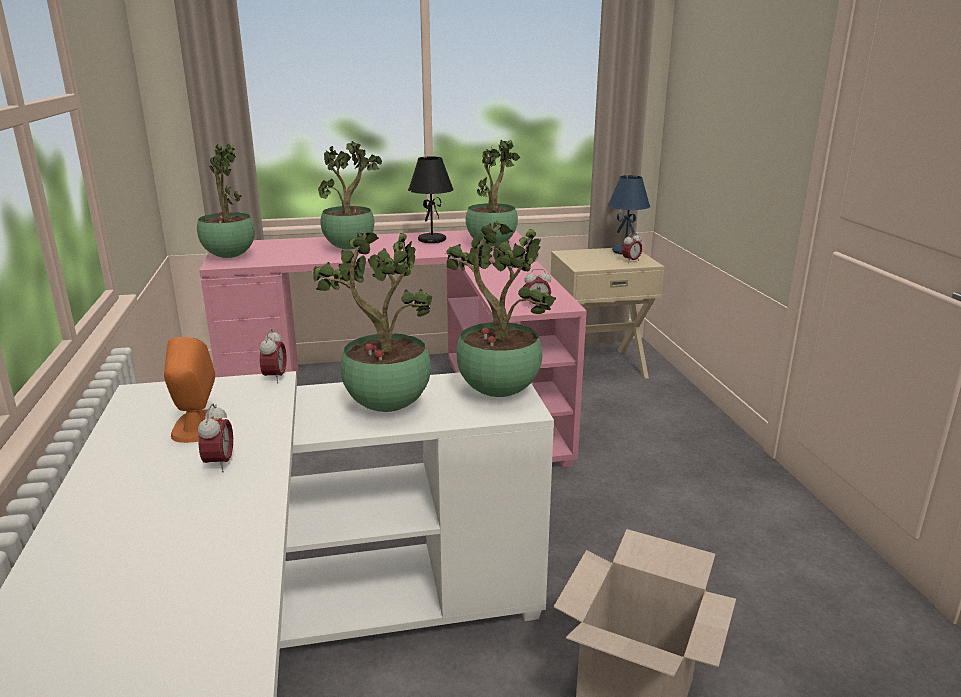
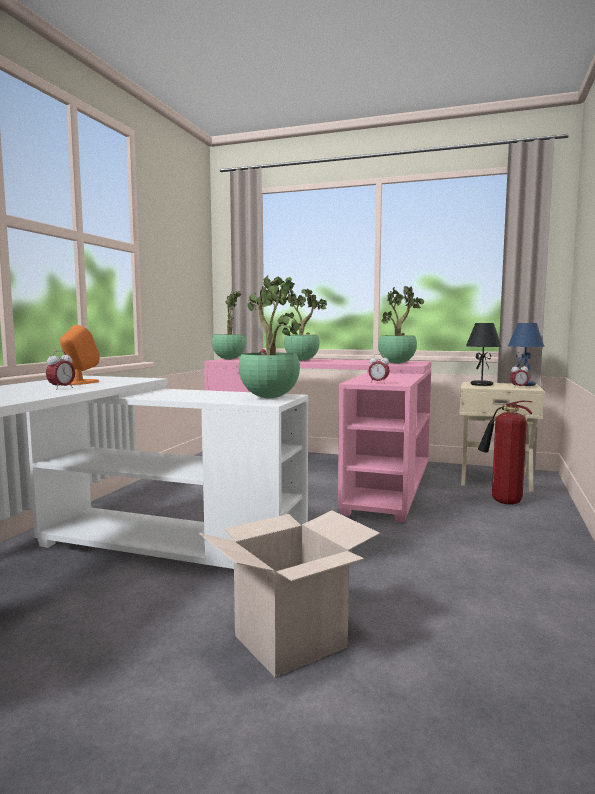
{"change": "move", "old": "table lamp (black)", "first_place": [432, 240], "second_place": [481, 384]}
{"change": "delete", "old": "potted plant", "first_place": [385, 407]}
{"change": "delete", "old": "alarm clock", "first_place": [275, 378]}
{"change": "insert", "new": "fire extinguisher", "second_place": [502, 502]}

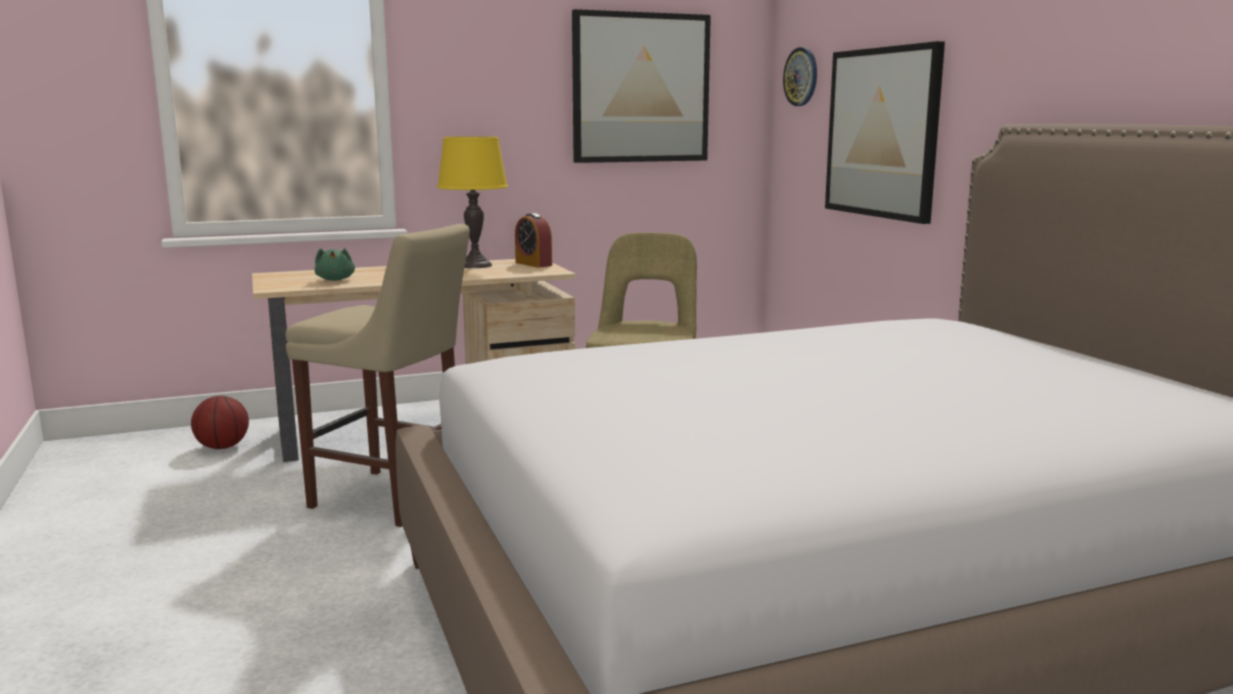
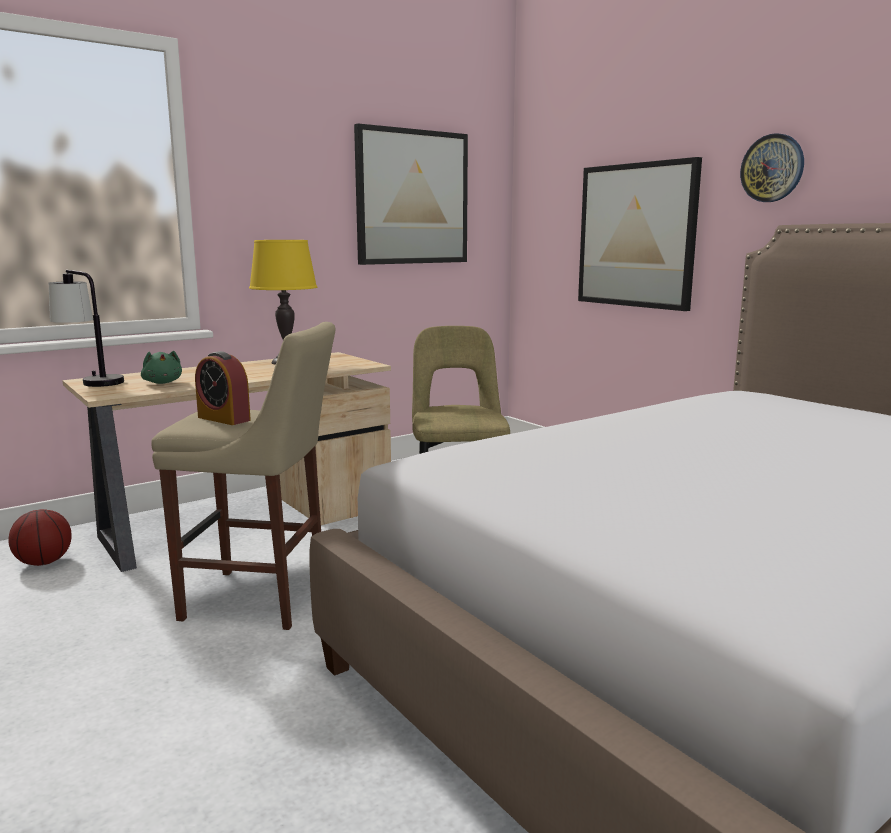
{"change": "move", "old": "wall clock", "first_place": [801, 77], "second_place": [772, 168]}
{"change": "move", "old": "alarm clock", "first_place": [533, 264], "second_place": [224, 419]}
{"change": "insert", "new": "table lamp", "second_place": [90, 381]}

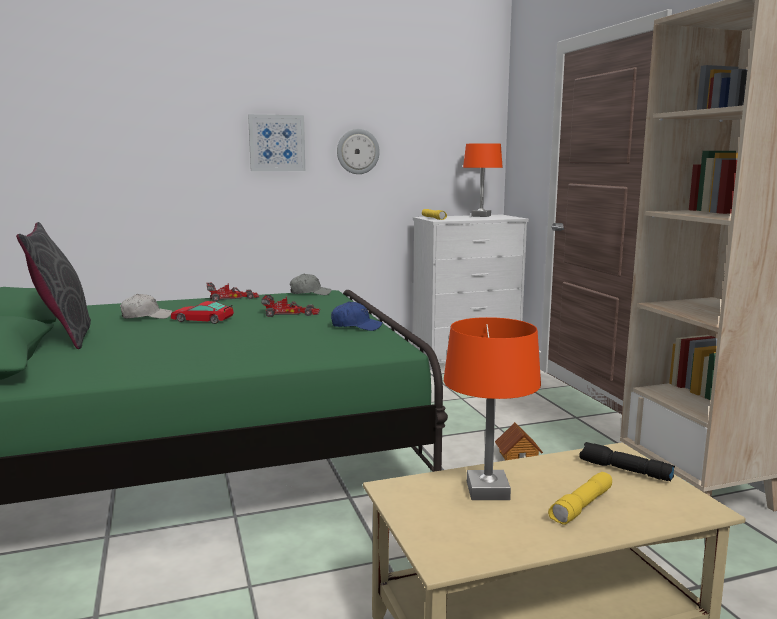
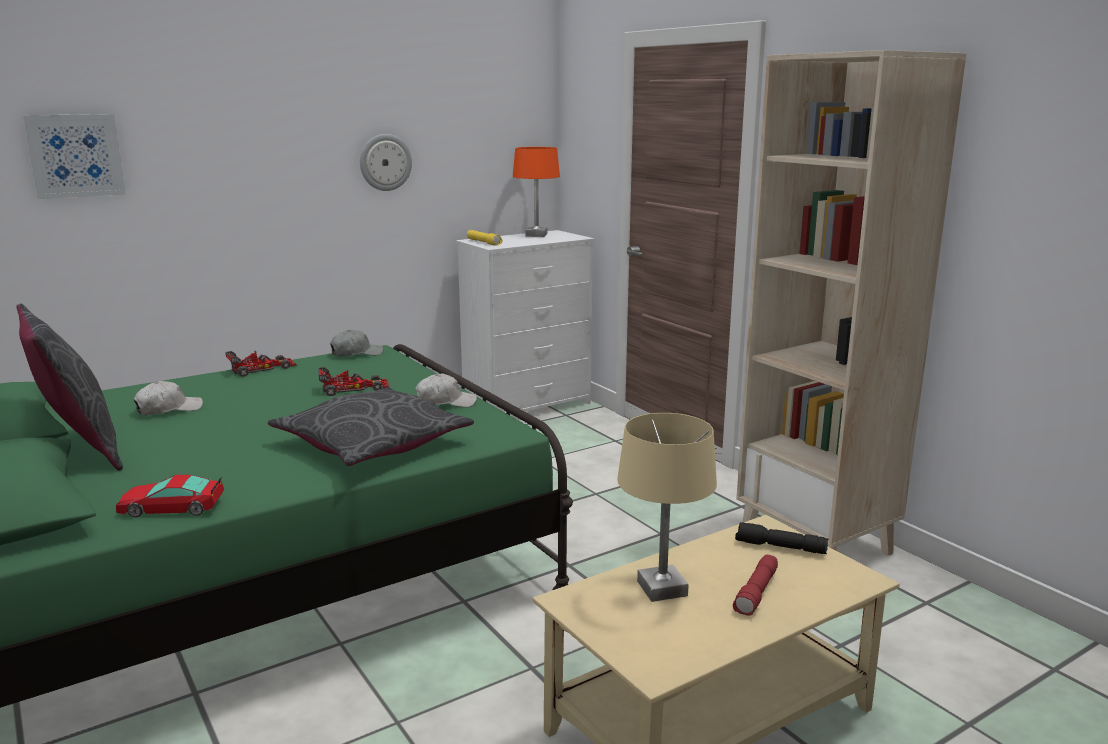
{"change": "move", "old": "picture", "first_place": [277, 143], "second_place": [75, 156]}
{"change": "move", "old": "toy car", "first_place": [203, 320], "second_place": [172, 507]}
{"change": "recolor", "old": "cap (blue)", "new": "cap (white)", "first_place": [356, 326], "second_place": [445, 402]}
{"change": "recolor", "old": "table lamp (orange)", "new": "table lamp (beige)", "first_place": [488, 491], "second_place": [662, 589]}
{"change": "delete", "old": "toy house", "first_place": [518, 456]}
{"change": "recolor", "old": "flashlight (yellow)", "new": "flashlight (red)", "first_place": [582, 507], "second_place": [757, 593]}
{"change": "insert", "new": "pillow (grey)", "second_place": [372, 443]}

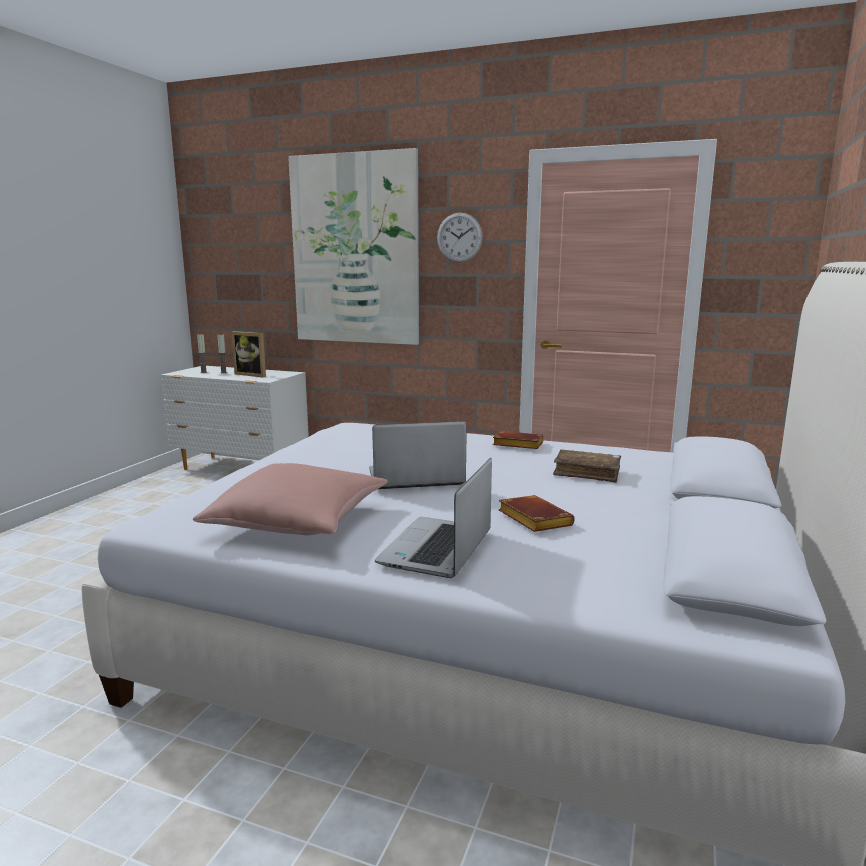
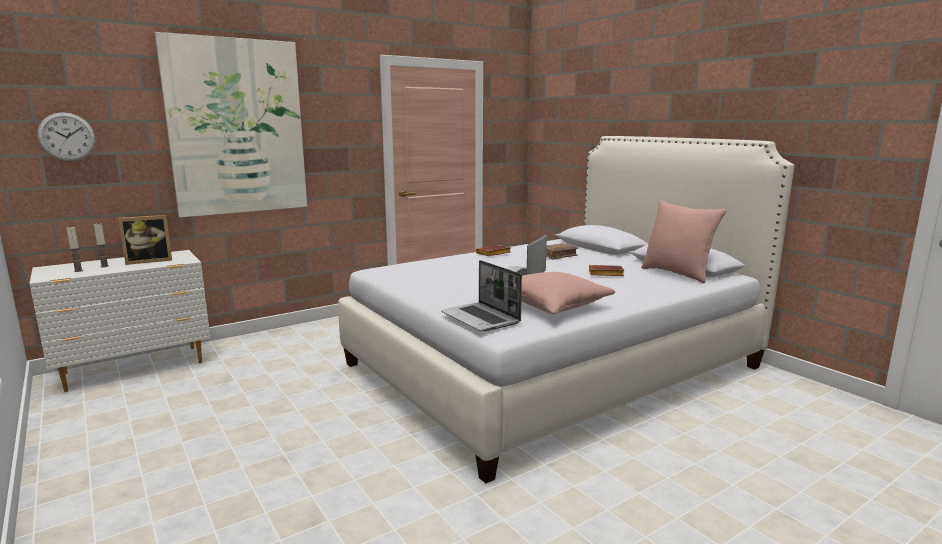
{"change": "move", "old": "wall clock", "first_place": [459, 237], "second_place": [67, 137]}
{"change": "move", "old": "laptop", "first_place": [437, 550], "second_place": [481, 318]}
{"change": "insert", "new": "pillow (pink)", "second_place": [677, 274]}

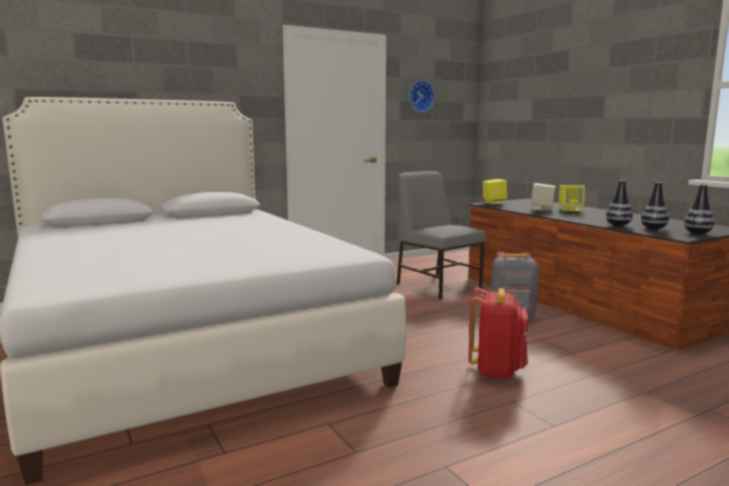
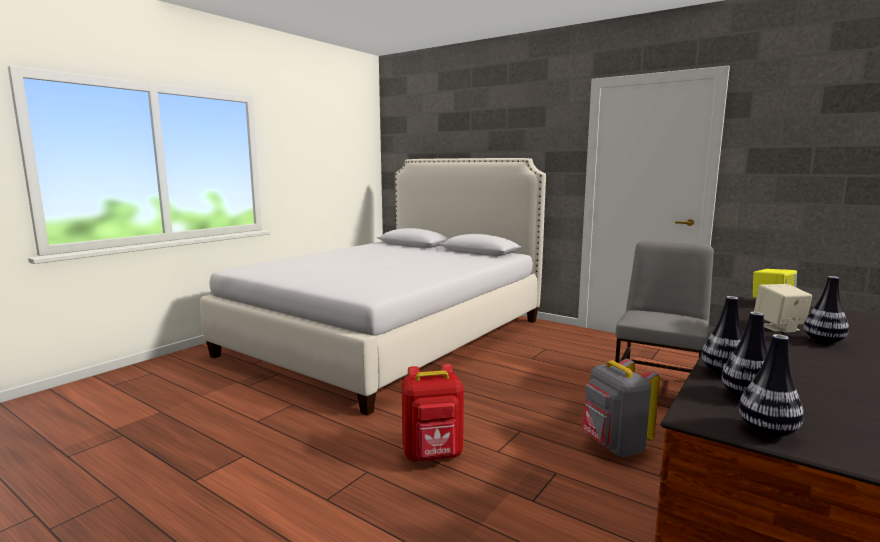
{"change": "delete", "old": "wall clock", "first_place": [420, 96]}
{"change": "replace", "old": "speaker (yellow)", "new": "vase", "first_place": [570, 210], "second_place": [823, 342]}

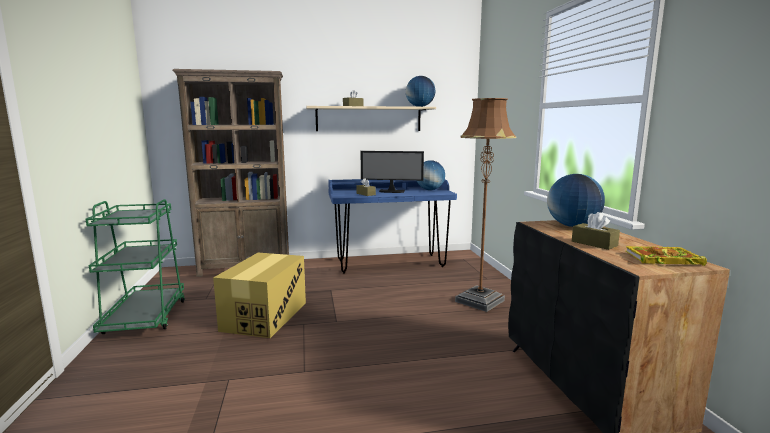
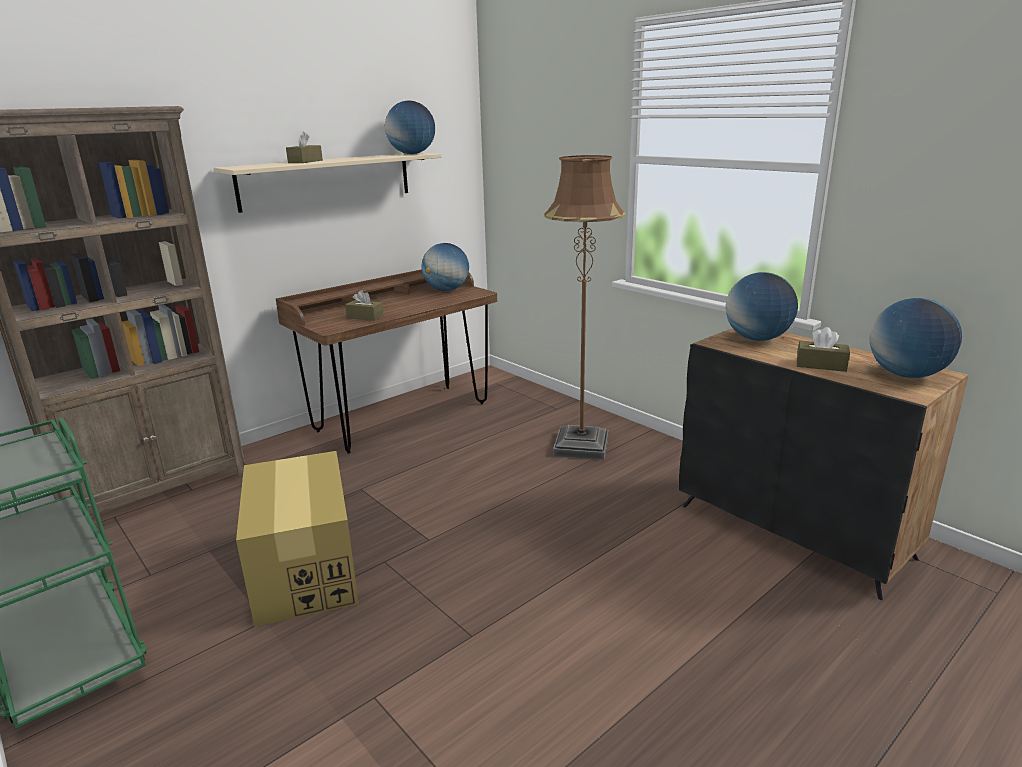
{"change": "delete", "old": "monitor", "first_place": [391, 191]}
{"change": "recolor", "old": "desk (blue)", "new": "desk (brown)", "first_place": [390, 263], "second_place": [402, 417]}
{"change": "replace", "old": "book", "new": "globe", "first_place": [661, 259], "second_place": [906, 375]}

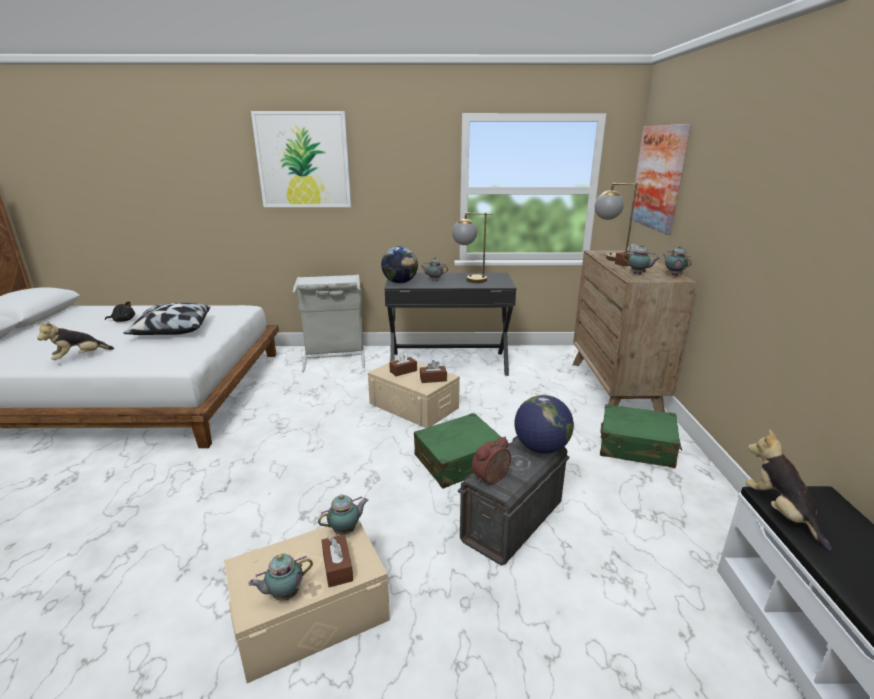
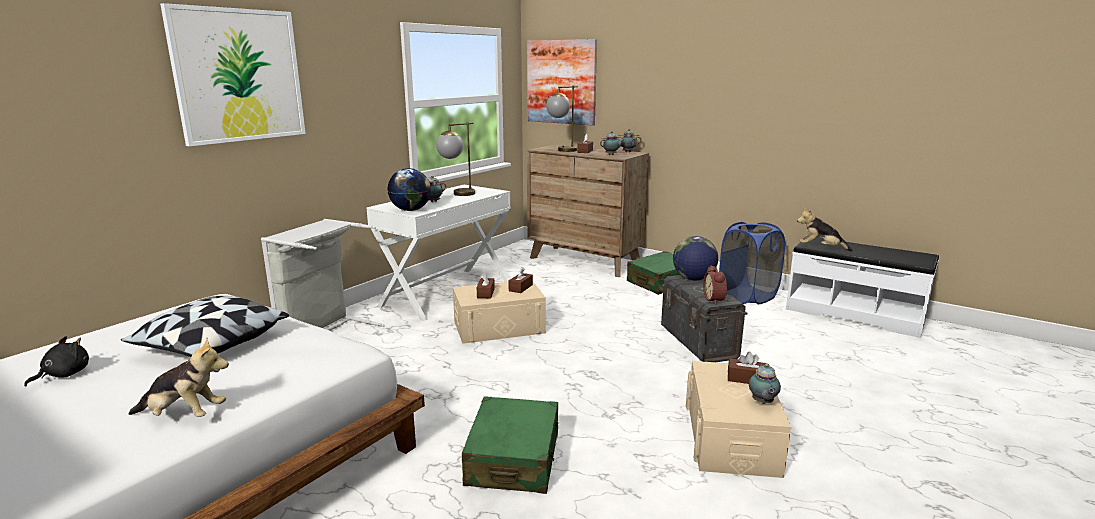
{"change": "recolor", "old": "desk (black)", "new": "desk (white)", "first_place": [448, 363], "second_place": [446, 292]}
{"change": "rotate", "old": "plush toy", "first_place": [79, 358], "second_place": [184, 415], "degrees": -75}
{"change": "move", "old": "suitcase (green)", "first_place": [459, 461], "second_place": [513, 459]}
{"change": "delete", "old": "teapot", "first_place": [346, 530]}
{"change": "insert", "new": "laundry basket (blue)", "second_place": [747, 296]}

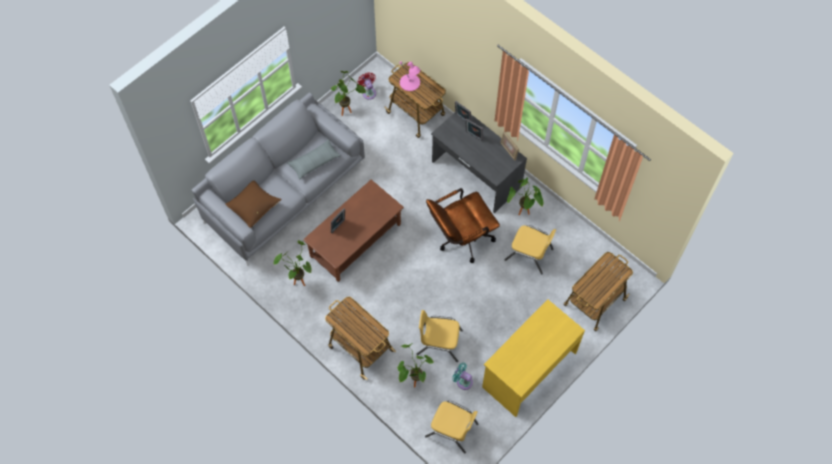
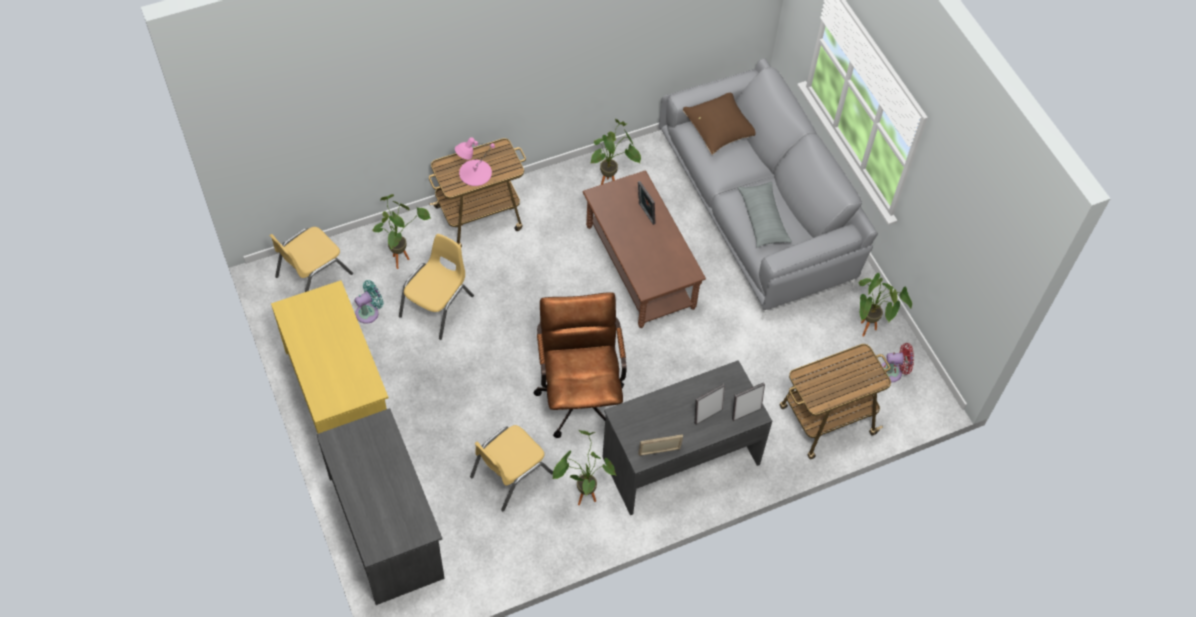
{"change": "move", "old": "table lamp (pink)", "first_place": [410, 83], "second_place": [474, 173]}
{"change": "replace", "old": "cart", "new": "desk (grey)", "first_place": [594, 303], "second_place": [387, 526]}

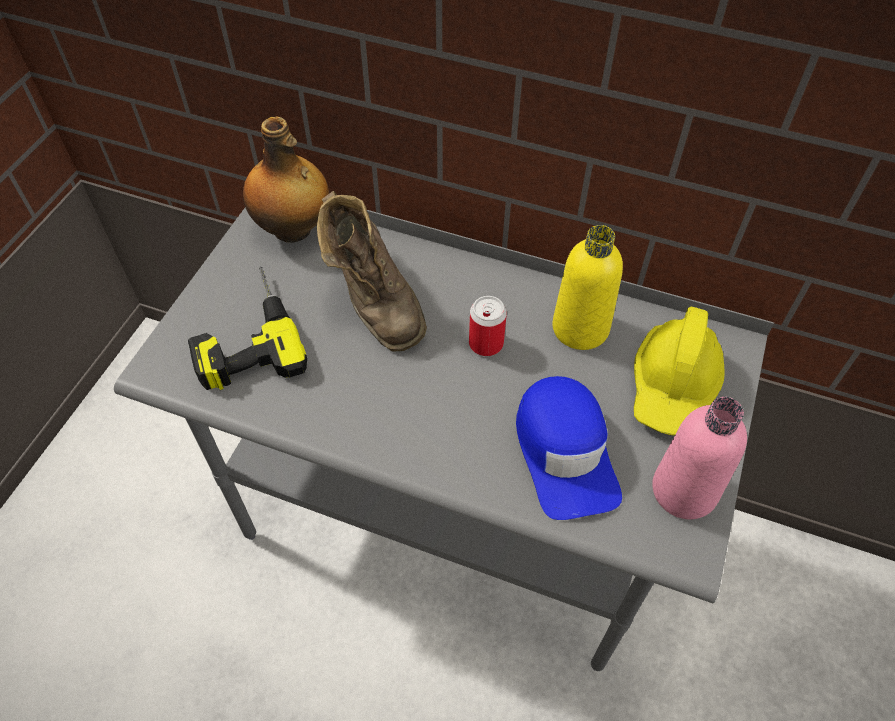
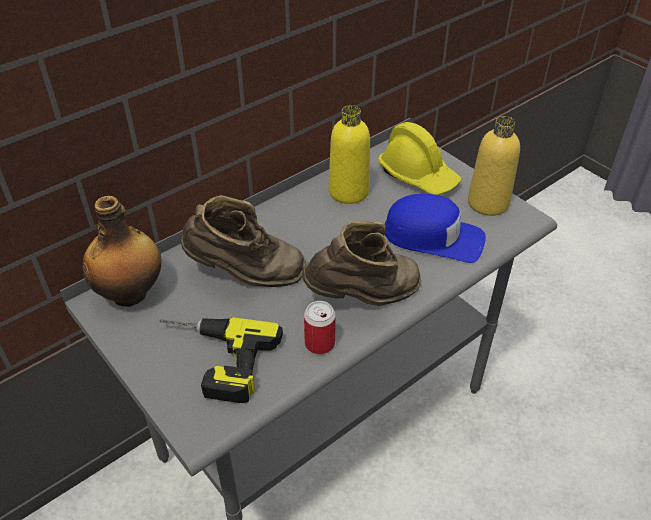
{"change": "move", "old": "can", "first_place": [486, 343], "second_place": [319, 343]}
{"change": "recolor", "old": "bottle (pink)", "new": "bottle (yellow)", "first_place": [684, 490], "second_place": [488, 203]}
{"change": "insert", "new": "boot (brown)", "second_place": [364, 298]}

